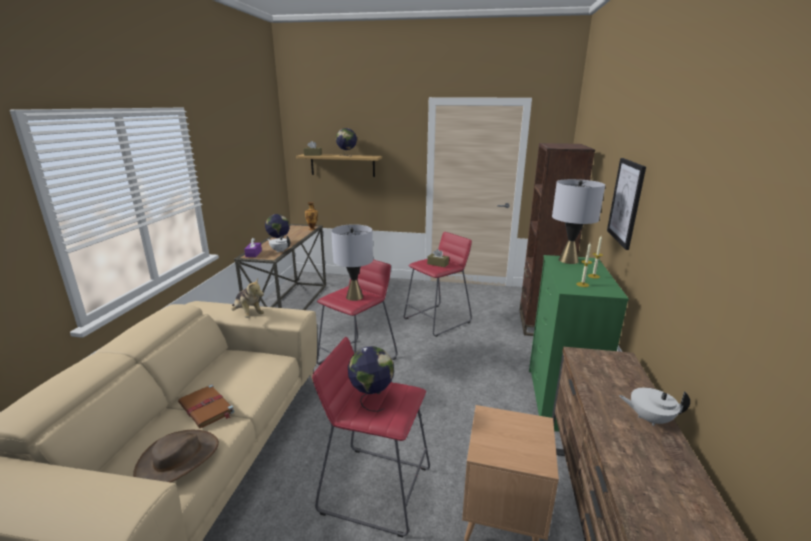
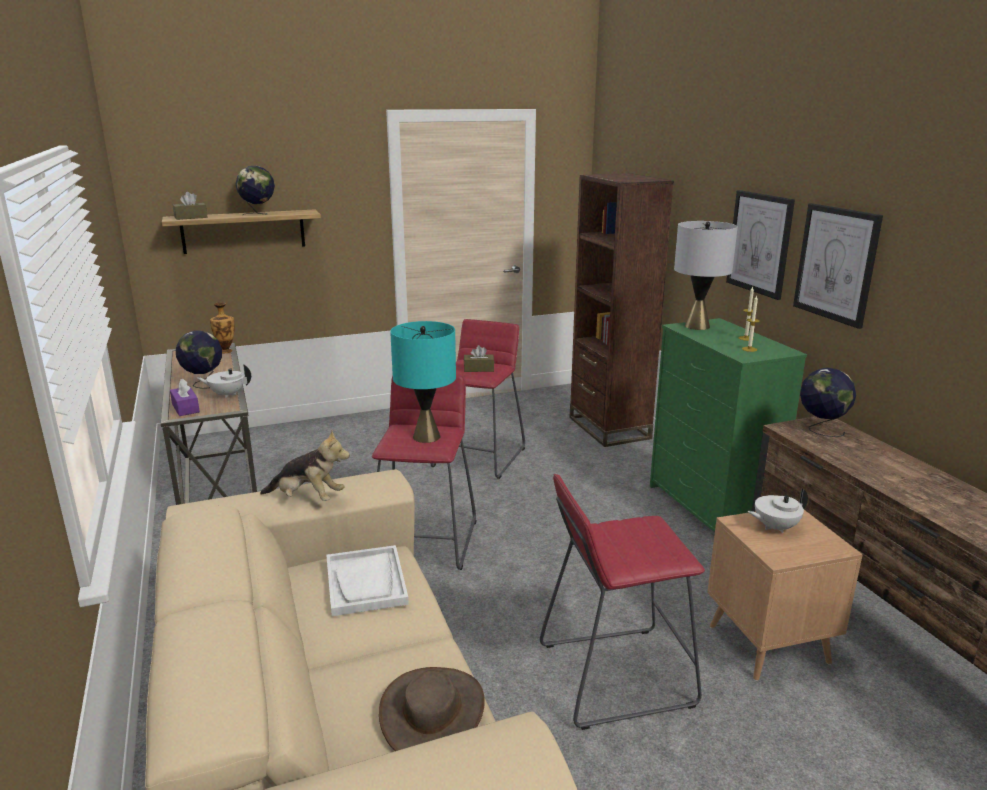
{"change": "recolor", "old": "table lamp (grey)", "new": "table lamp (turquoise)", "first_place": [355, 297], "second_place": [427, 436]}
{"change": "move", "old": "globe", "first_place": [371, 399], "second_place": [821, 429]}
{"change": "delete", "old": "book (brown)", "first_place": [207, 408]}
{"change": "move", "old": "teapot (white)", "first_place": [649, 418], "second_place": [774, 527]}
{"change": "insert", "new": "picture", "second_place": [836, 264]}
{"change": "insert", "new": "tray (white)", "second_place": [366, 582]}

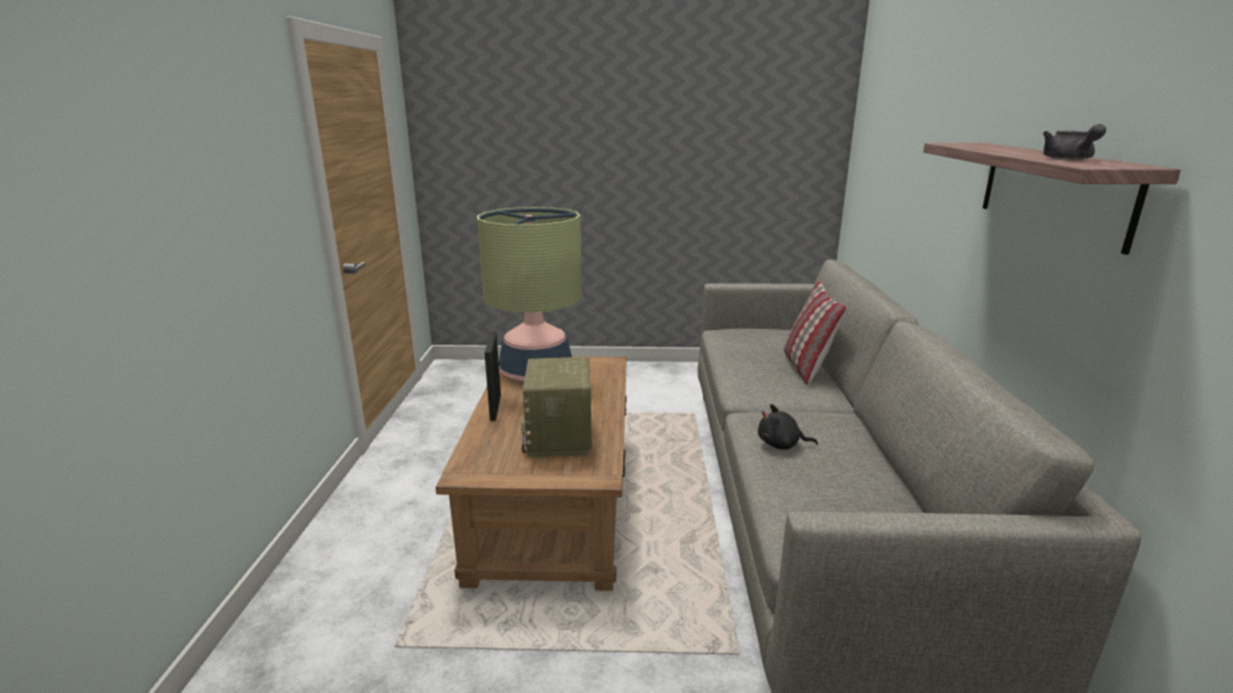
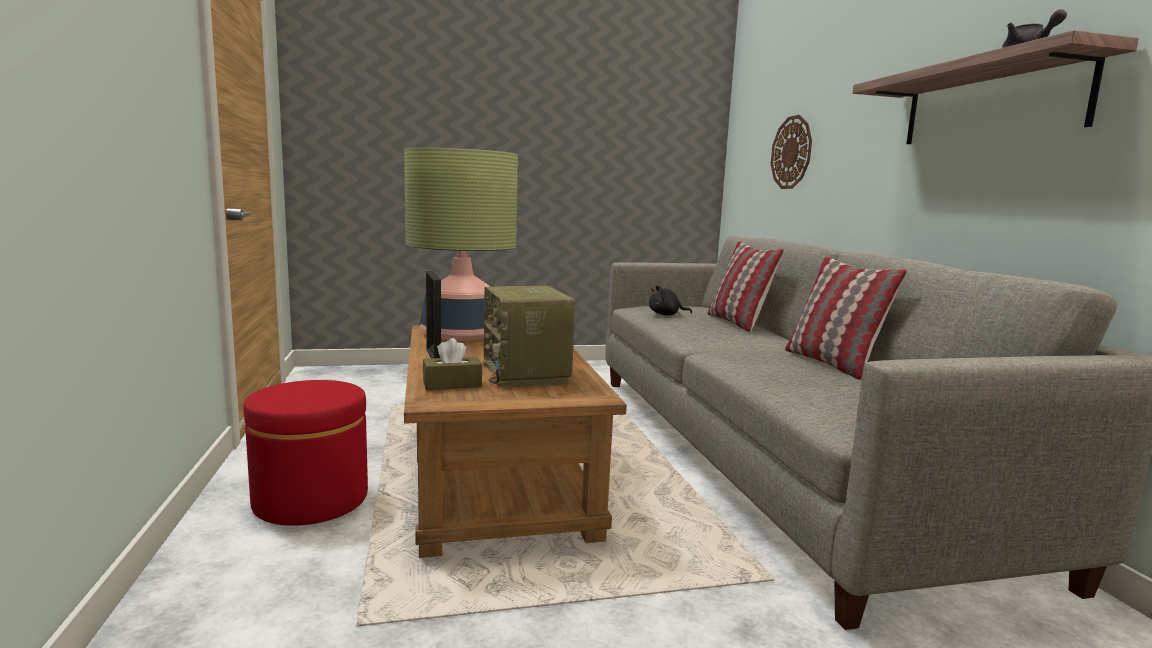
{"change": "move", "old": "plush toy (black)", "first_place": [781, 445], "second_place": [666, 315]}
{"change": "insert", "new": "wall clock", "second_place": [791, 152]}
{"change": "insert", "new": "pillow", "second_place": [832, 364]}
{"change": "insert", "new": "tissue box (brown)", "second_place": [452, 384]}
{"change": "insert", "new": "ottoman (red)", "second_place": [311, 500]}

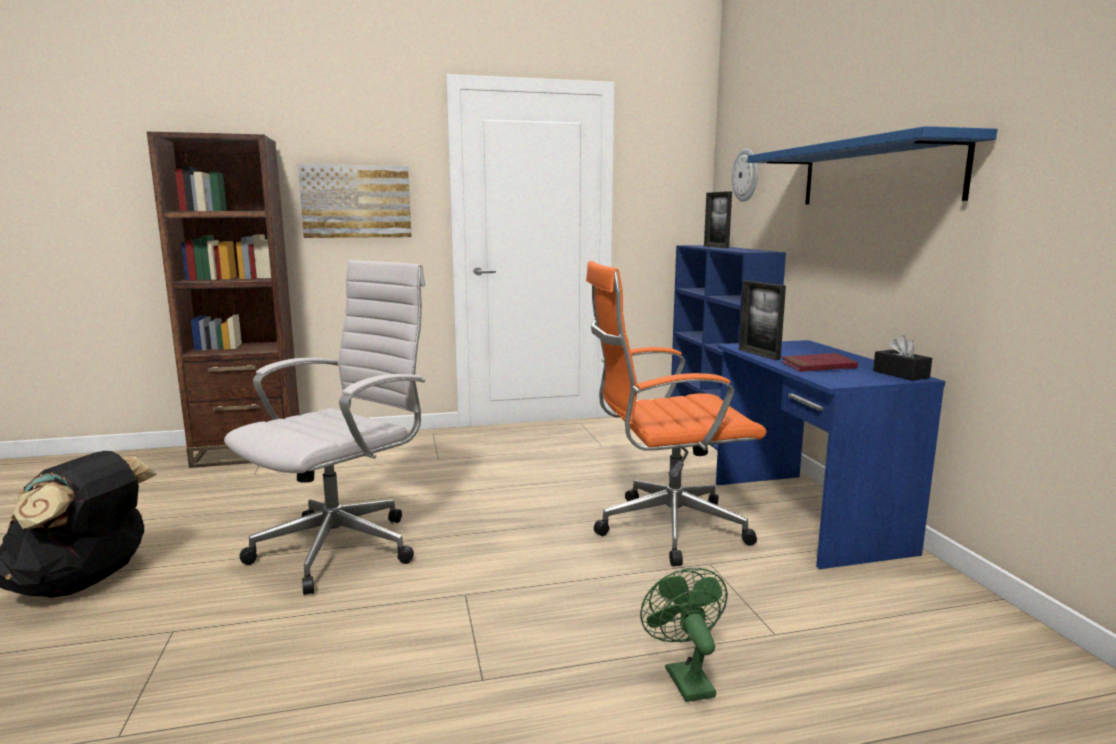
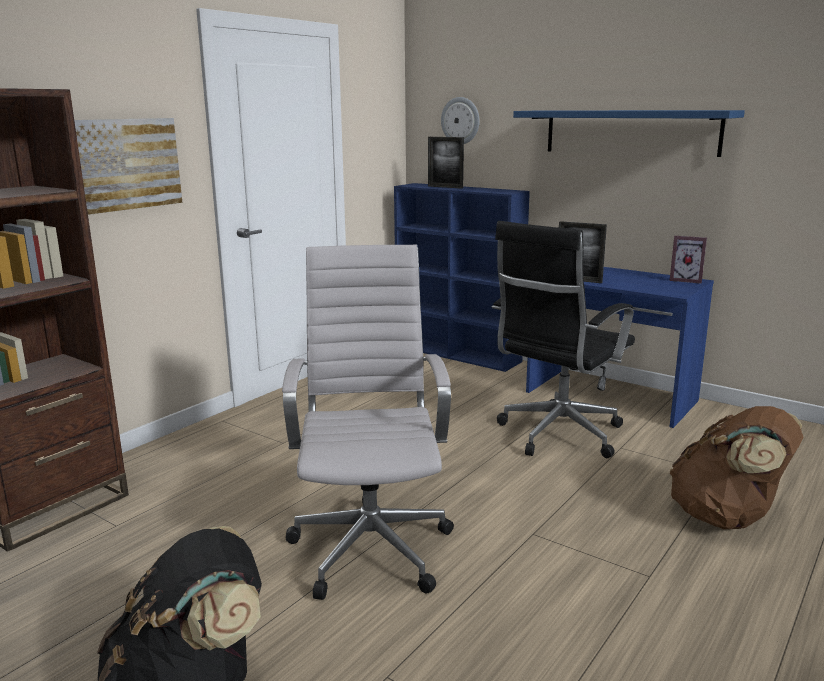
{"change": "recolor", "old": "office chair (orange)", "new": "office chair (black)", "first_place": [664, 529], "second_place": [557, 435]}
{"change": "replace", "old": "tissue box (black)", "new": "picture frame", "first_place": [900, 374], "second_place": [686, 280]}
{"change": "delete", "old": "book (red)", "first_place": [818, 366]}
{"change": "replace", "old": "fan (green)", "new": "backpack (brown)", "first_place": [684, 677], "second_place": [727, 517]}

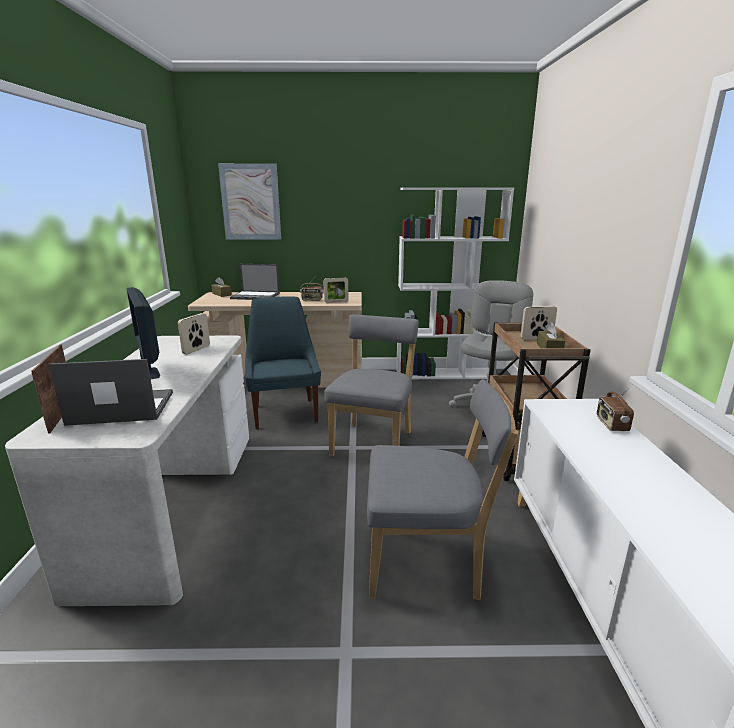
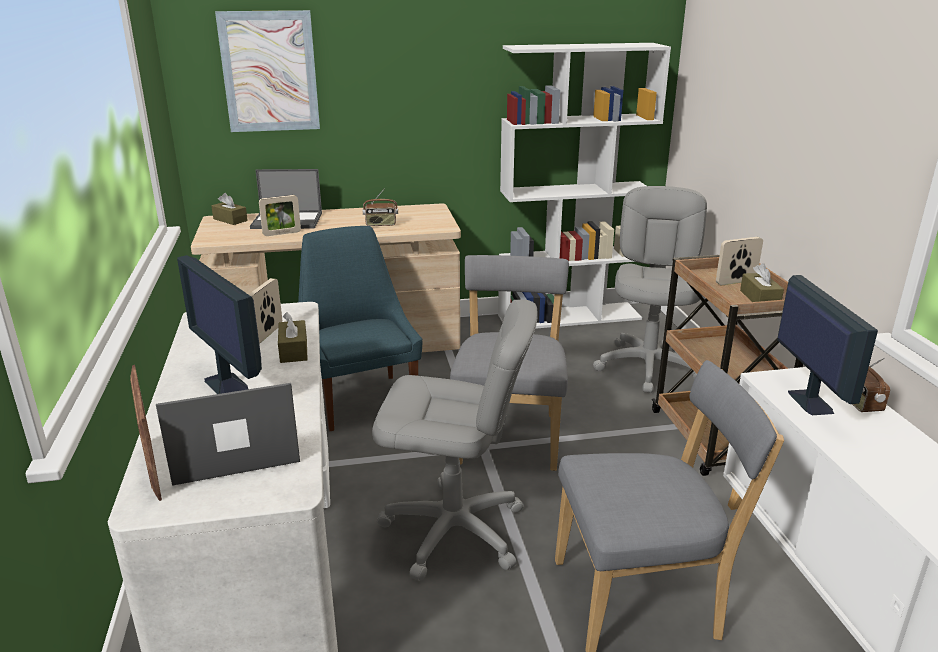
{"change": "move", "old": "picture frame", "first_place": [336, 302], "second_place": [282, 233]}
{"change": "insert", "new": "monitor", "second_place": [809, 401]}
{"change": "insert", "new": "office chair (grey)", "second_place": [454, 531]}
{"change": "insert", "new": "tissue box (brown)", "second_place": [293, 350]}

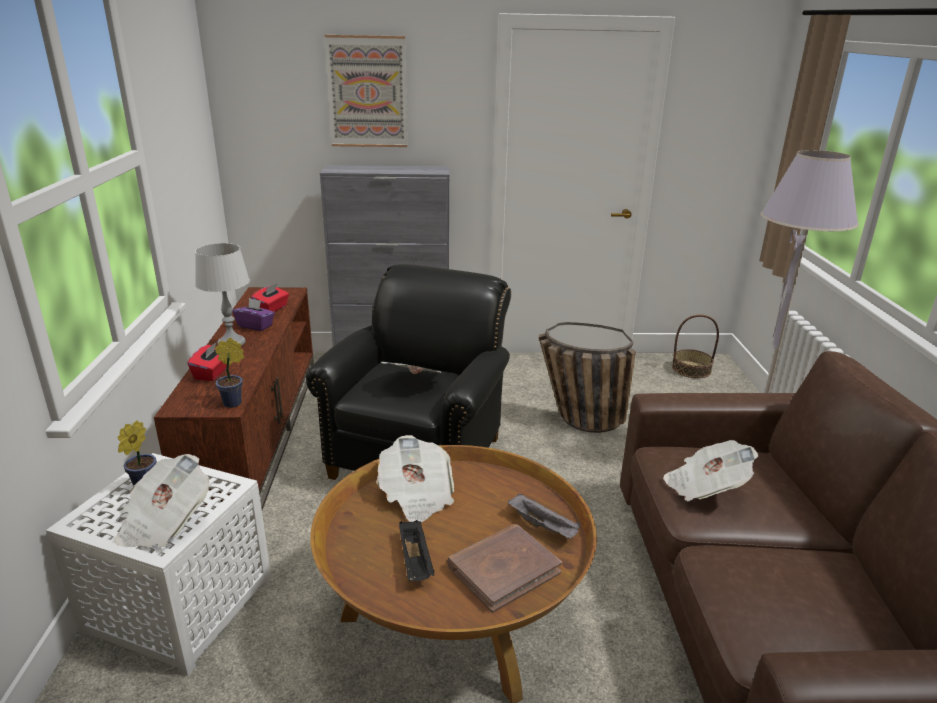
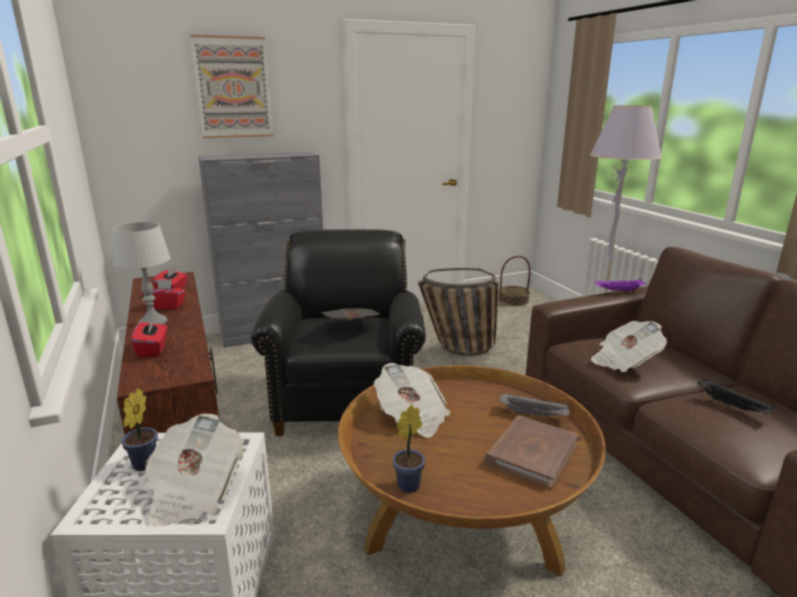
{"change": "recolor", "old": "tissue box (purple)", "new": "tissue box (red)", "first_place": [255, 326], "second_place": [167, 306]}
{"change": "move", "old": "potted plant", "first_place": [235, 403], "second_place": [411, 484]}
{"change": "move", "old": "tray (black)", "first_place": [416, 562], "second_place": [733, 407]}
{"change": "insert", "new": "tray (purple)", "second_place": [618, 292]}

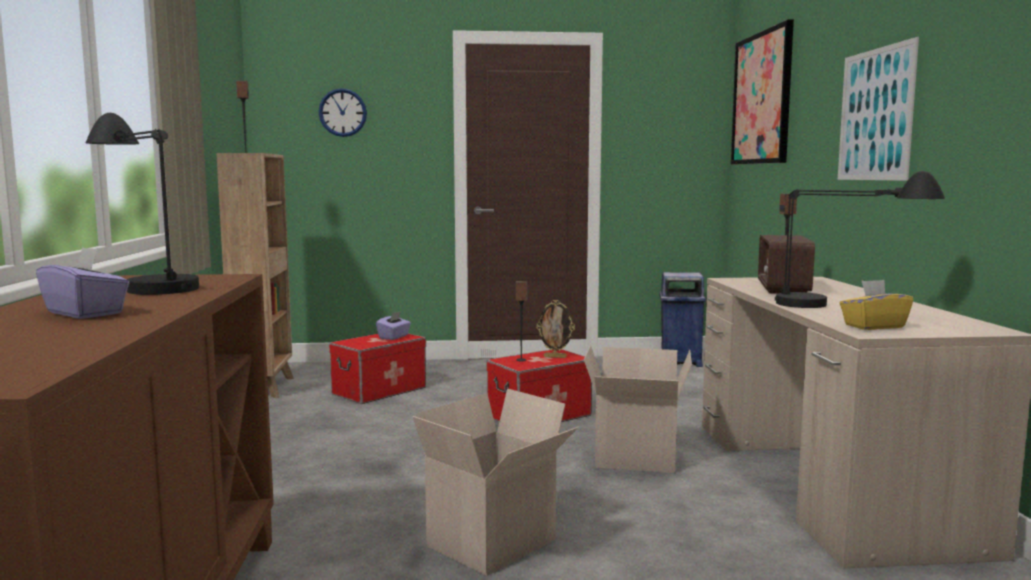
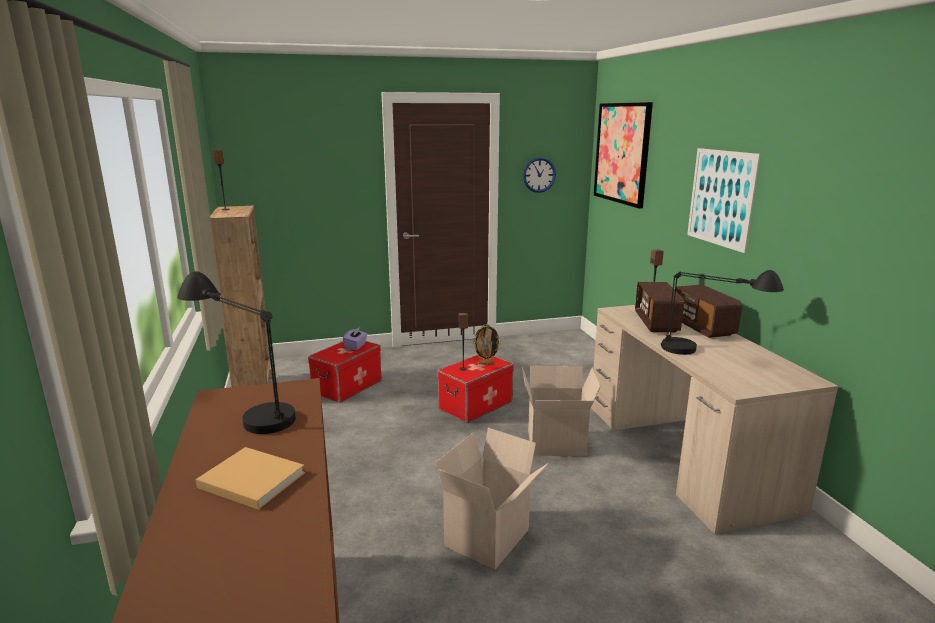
{"change": "move", "old": "wall clock", "first_place": [342, 112], "second_place": [539, 175]}
{"change": "replace", "old": "tissue box (purple)", "new": "book (beige)", "first_place": [86, 313], "second_place": [249, 479]}
{"change": "delete", "old": "trash can (blue)", "first_place": [680, 362]}
{"change": "delete", "old": "tissue box (yellow)", "first_place": [873, 326]}
{"change": "insert", "new": "radio", "second_place": [703, 327]}

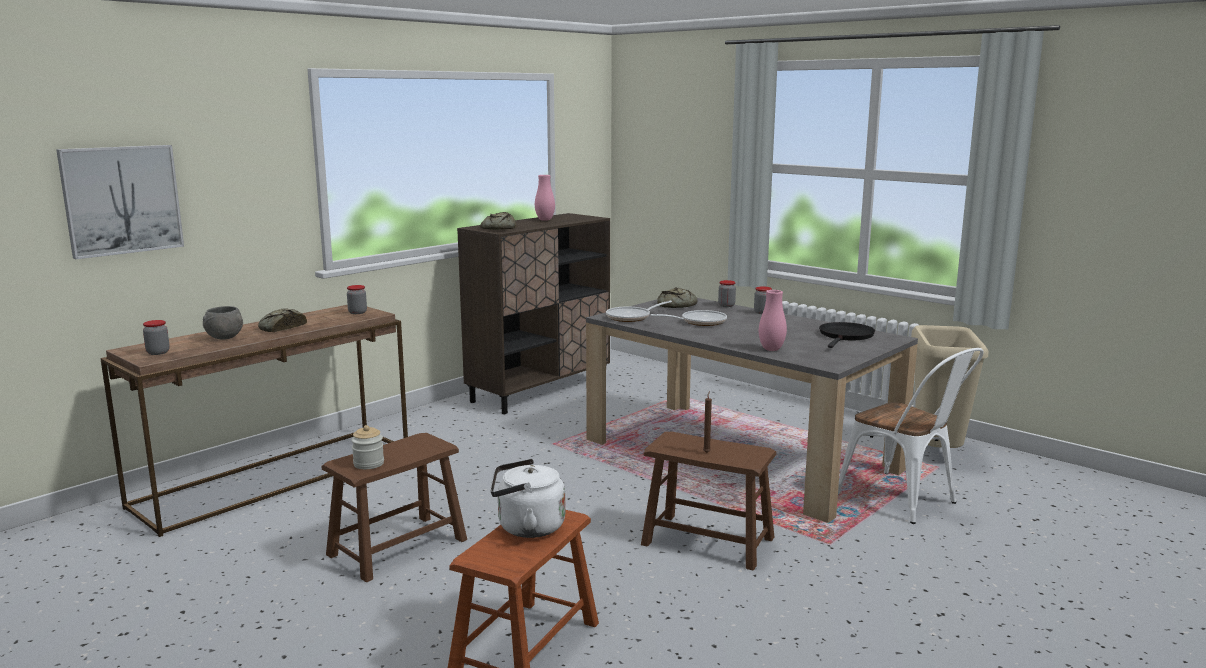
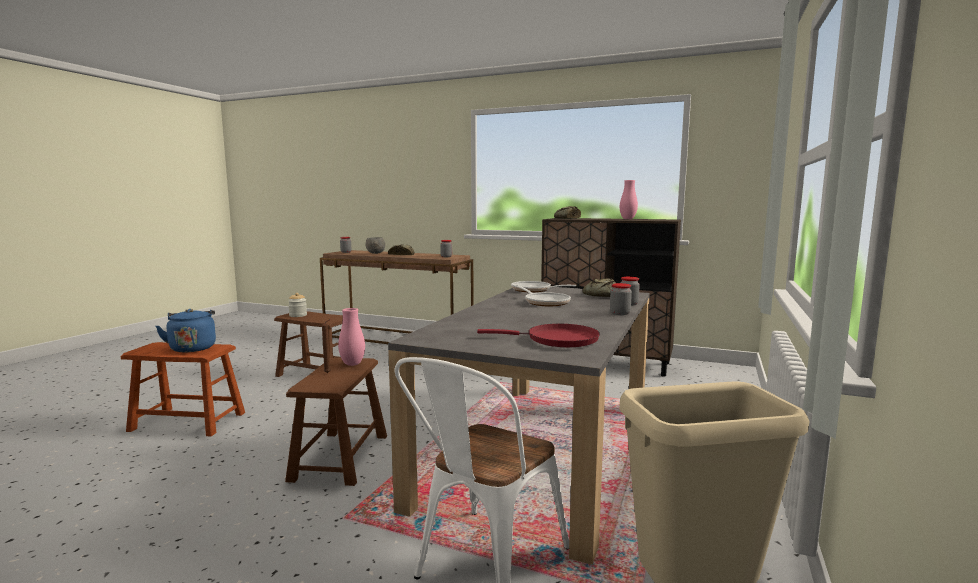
{"change": "delete", "old": "picture", "first_place": [122, 200]}
{"change": "move", "old": "vase (pink)", "first_place": [771, 349], "second_place": [352, 364]}
{"change": "recolor", "old": "frying pan (black)", "new": "frying pan (red)", "first_place": [845, 336], "second_place": [557, 340]}
{"change": "recolor", "old": "kettle (white)", "new": "kettle (blue)", "first_place": [526, 527], "second_place": [192, 348]}

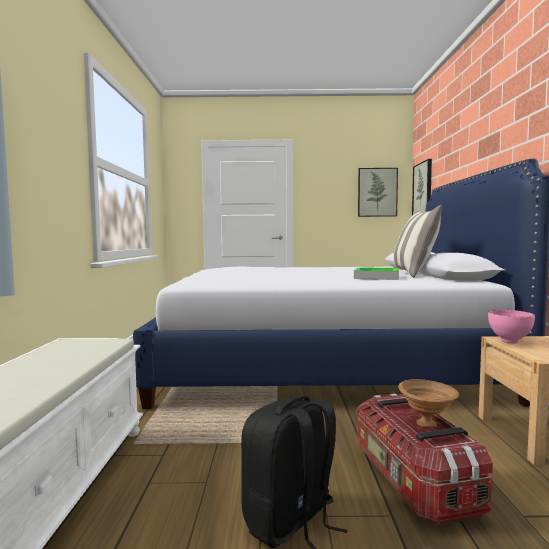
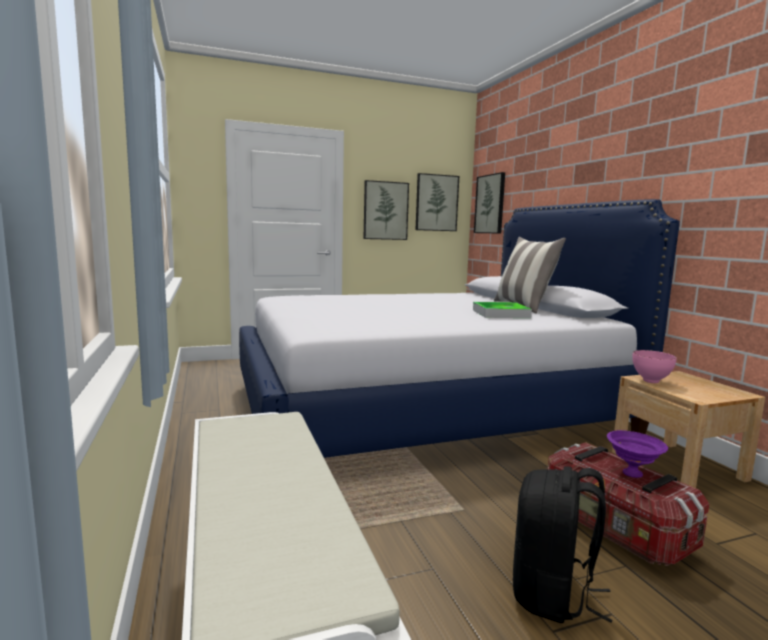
{"change": "recolor", "old": "bowl (brown)", "new": "bowl (purple)", "first_place": [426, 423], "second_place": [632, 473]}
{"change": "insert", "new": "picture", "second_place": [385, 210]}

